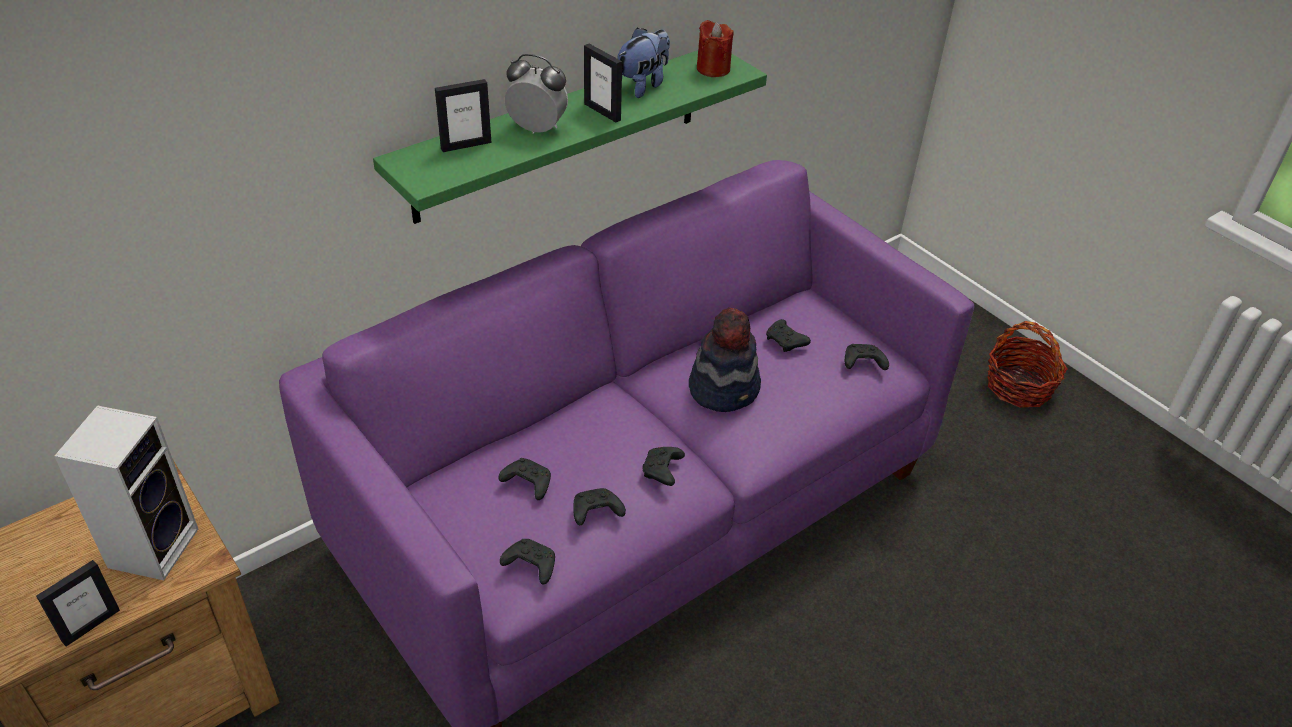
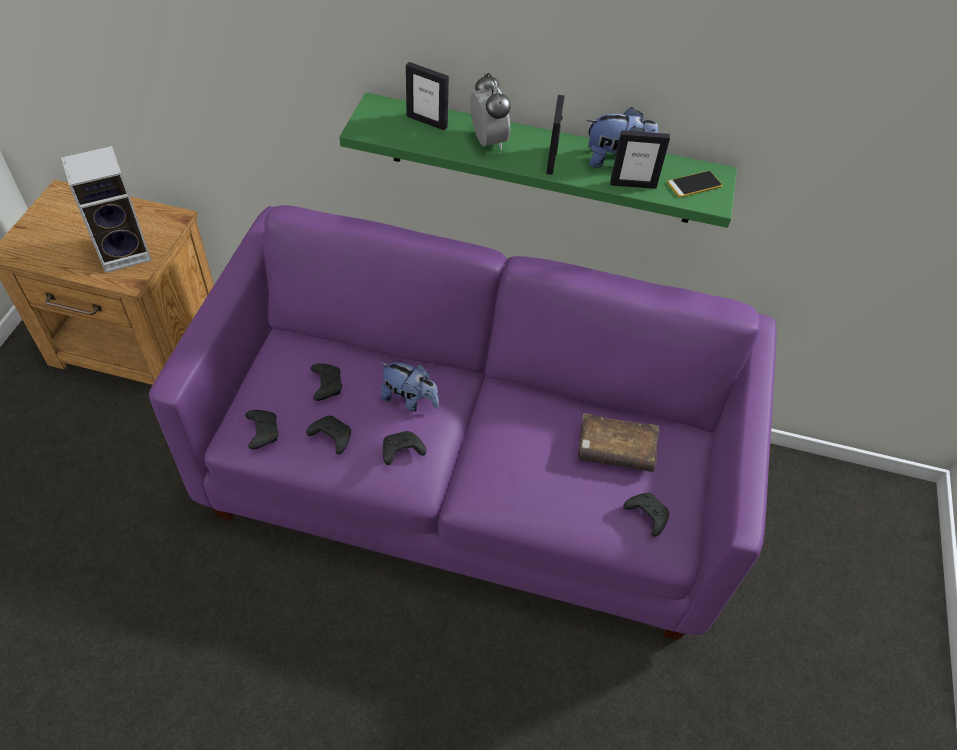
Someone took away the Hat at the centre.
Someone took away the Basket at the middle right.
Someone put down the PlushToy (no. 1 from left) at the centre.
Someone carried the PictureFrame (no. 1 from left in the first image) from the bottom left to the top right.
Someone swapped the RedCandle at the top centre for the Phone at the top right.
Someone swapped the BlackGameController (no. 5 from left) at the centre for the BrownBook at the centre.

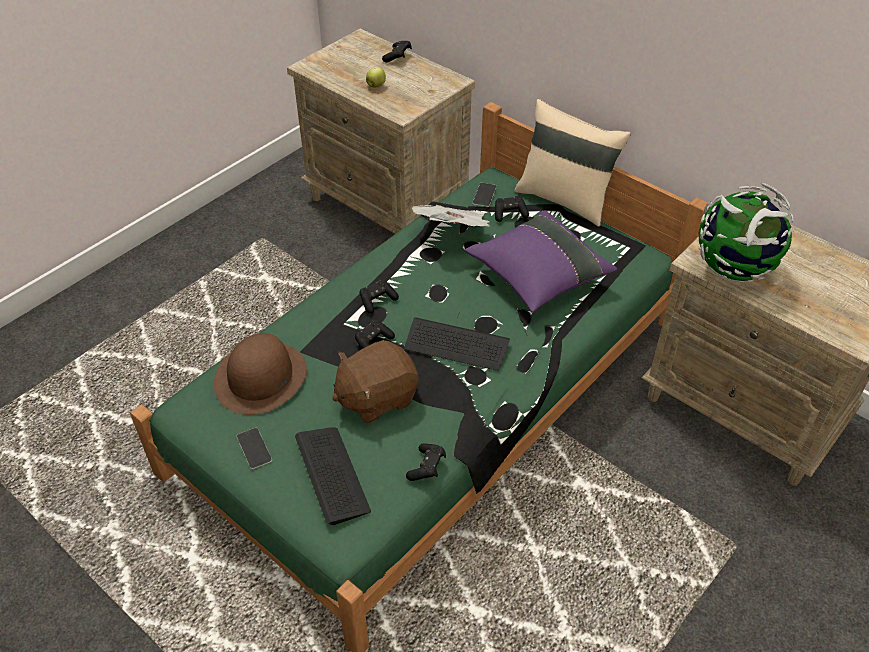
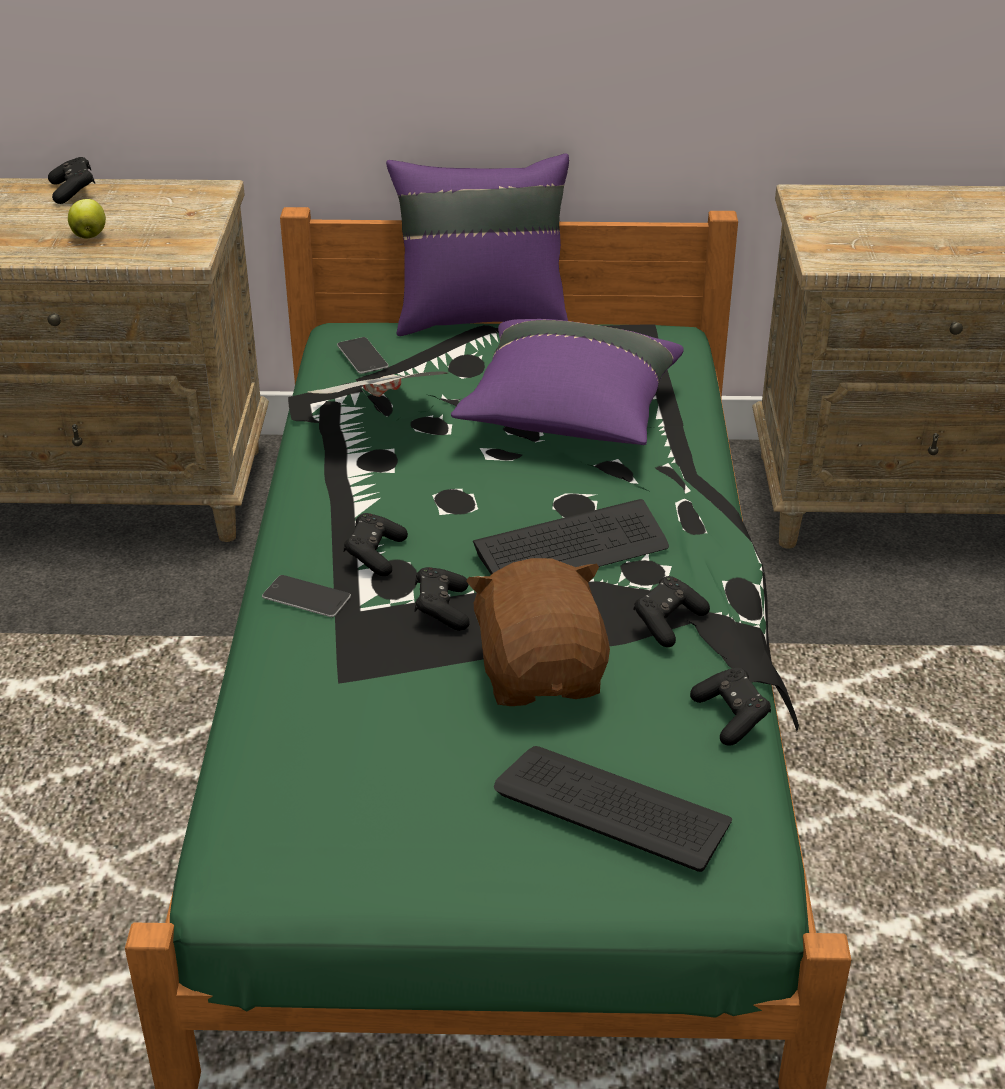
Someone took away the BrownHat at the middle left.
Someone took away the Globe at the middle right.
Someone carried the Phone (no. 1 from left) from the bottom left to the middle left.
Someone carried the BlackGameController (no. 5 from left in the first image) from the top centre to the middle right.
Someone repainted the BeigePillow at the top centre, which became the PurplePillow (no. 1 from left) at the top centre.
Someone rotated the BrownPlushToy at the centre by 150 degrees clockwise.

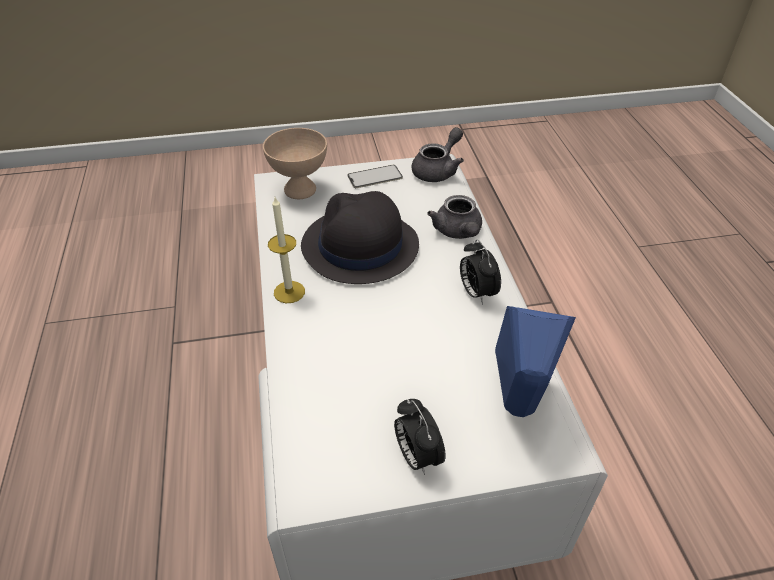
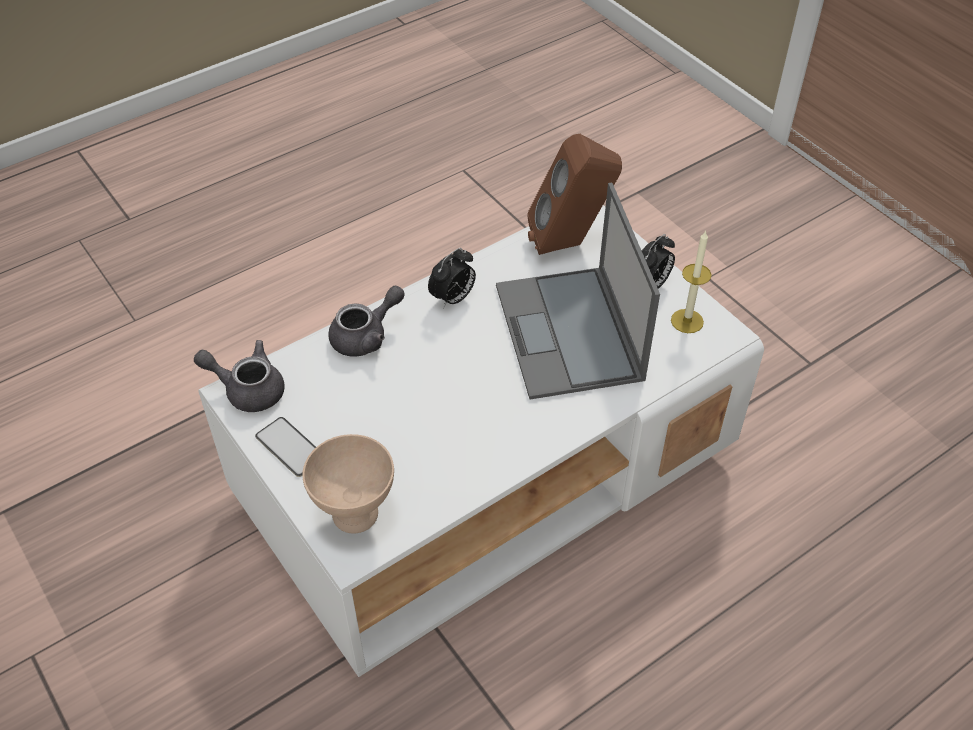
Someone took away the BlackHat at the centre.
Someone put down the Laptop at the centre.
Someone carried the Candle from the centre to the middle right.
Someone repainted the BlueSpeaker at the middle right, which became the BrownSpeaker at the top centre.

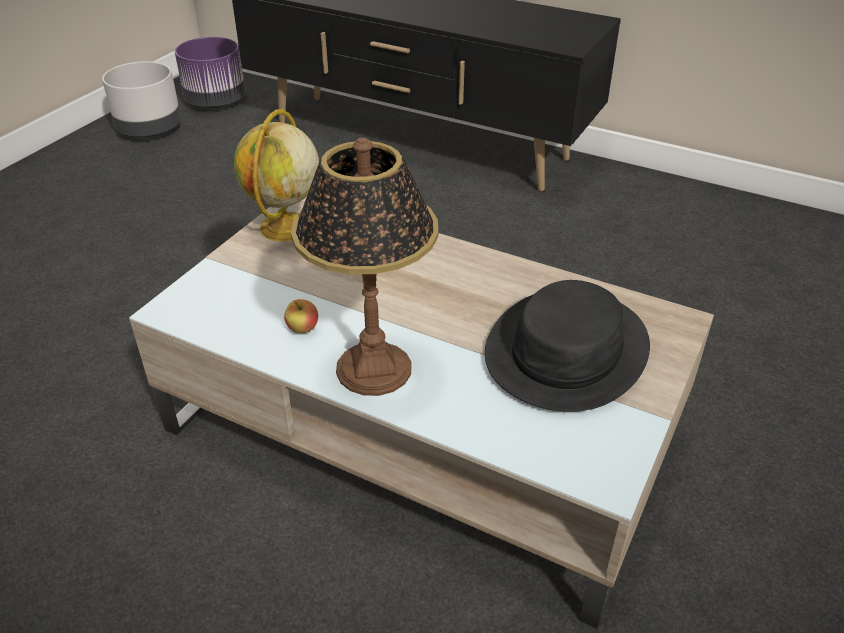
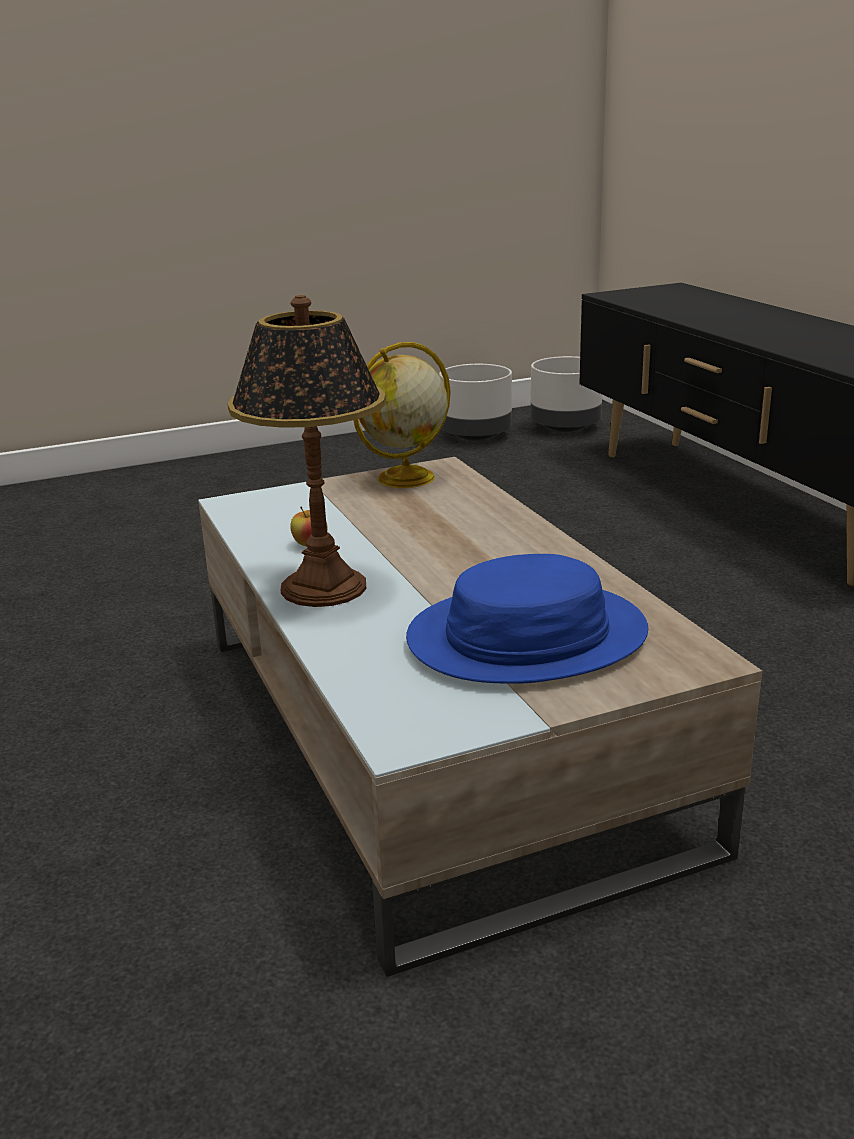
Someone repainted the PurplePlanter at the top left, which became the GreyPlanter (no. 2 from left) at the centre.
Someone repainted the BlackHat at the middle right, which became the BlueHat at the centre.

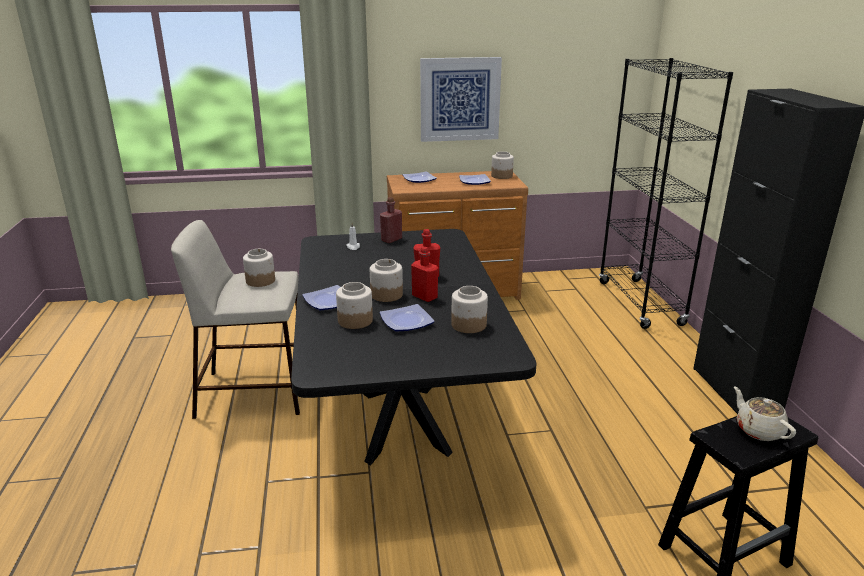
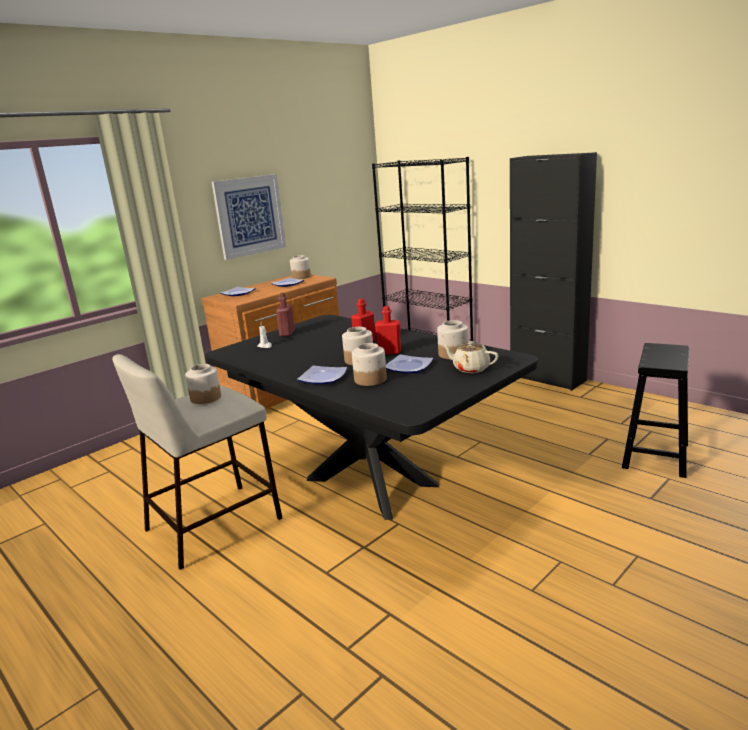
Someone carried the BeigeTeapot from the bottom right to the centre.

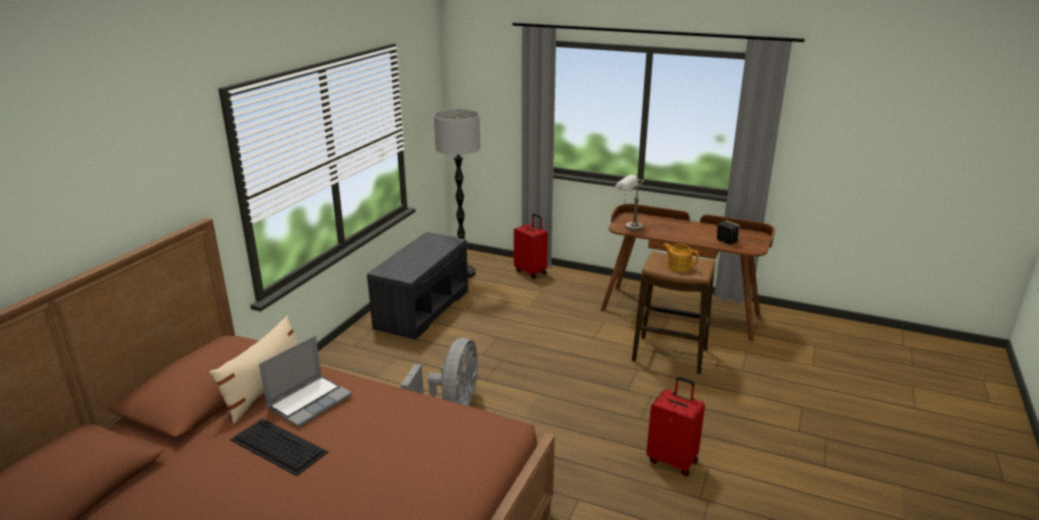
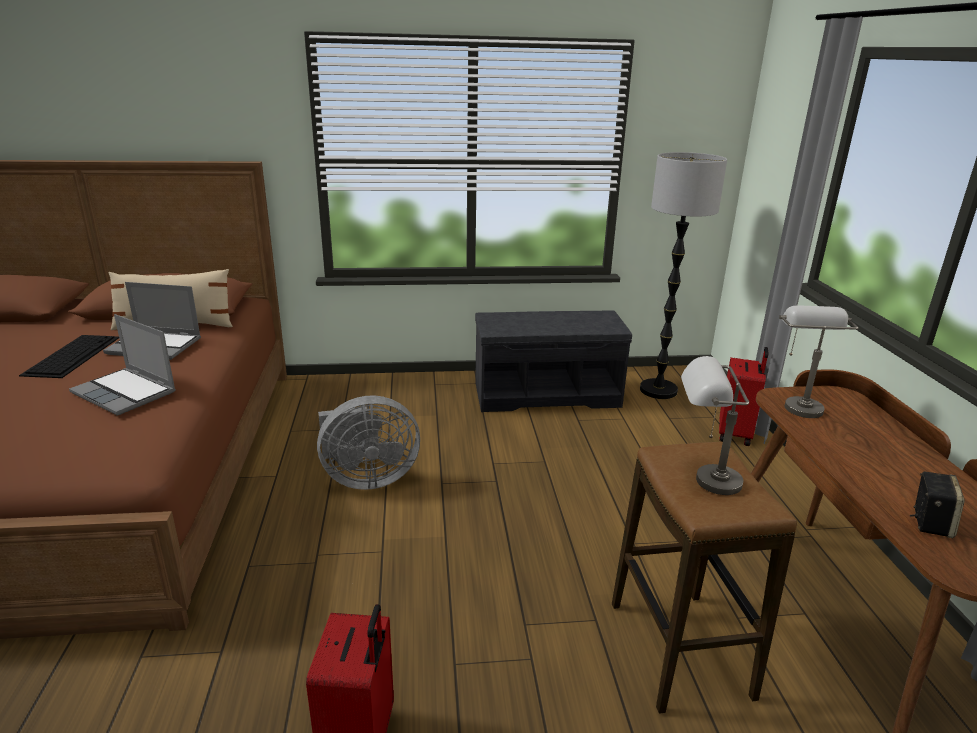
Someone put down the Laptop (no. 1 from left) at the middle left.
Someone swapped the Teapot at the centre for the GreyTableLamp (no. 1 from left) at the middle right.

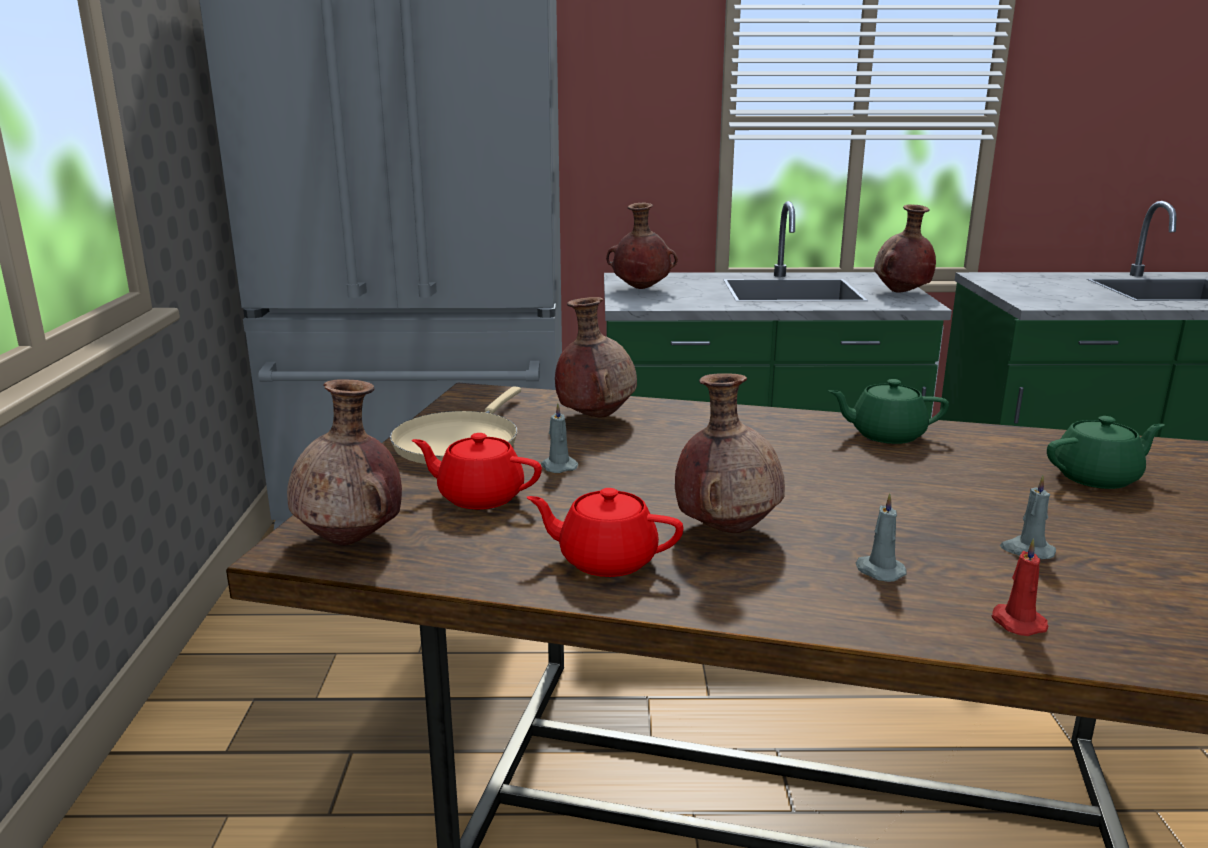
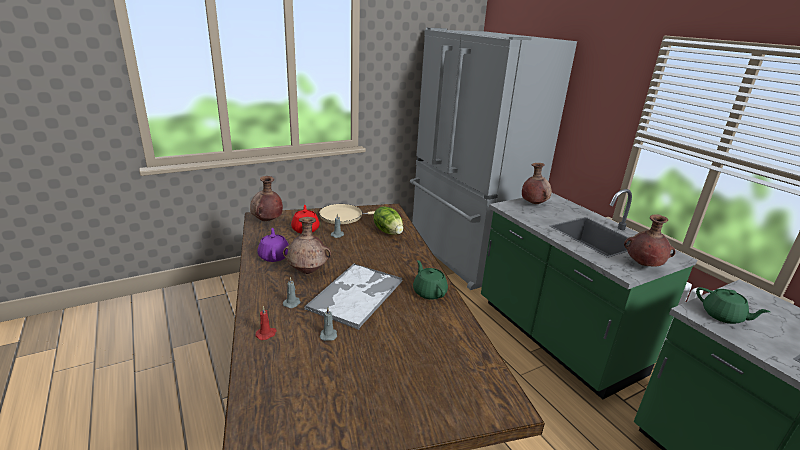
Someone put down the Tray at the centre.
Someone carried the GreenTeapot (no. 2 from left) from the middle right to the bottom right.
Someone swapped the BrownVase (no. 2 from left) at the centre for the Lettuce at the centre.
Someone repainted the RedTeapot (no. 2 from left) at the centre, which became the PurpleTeapot at the centre.

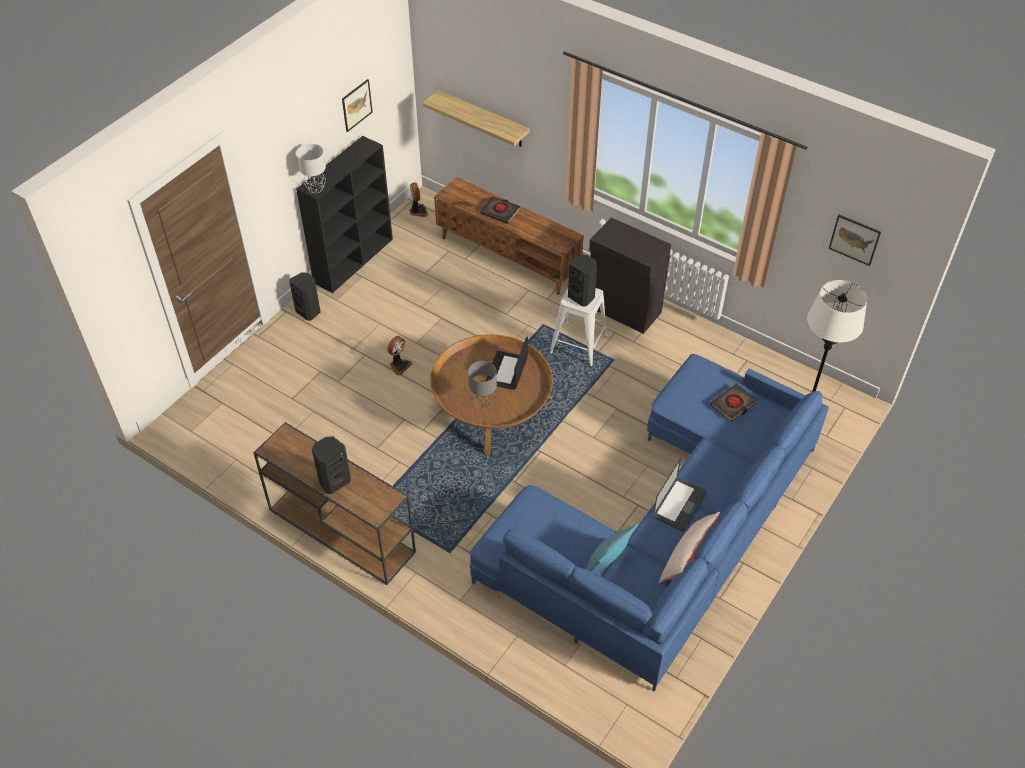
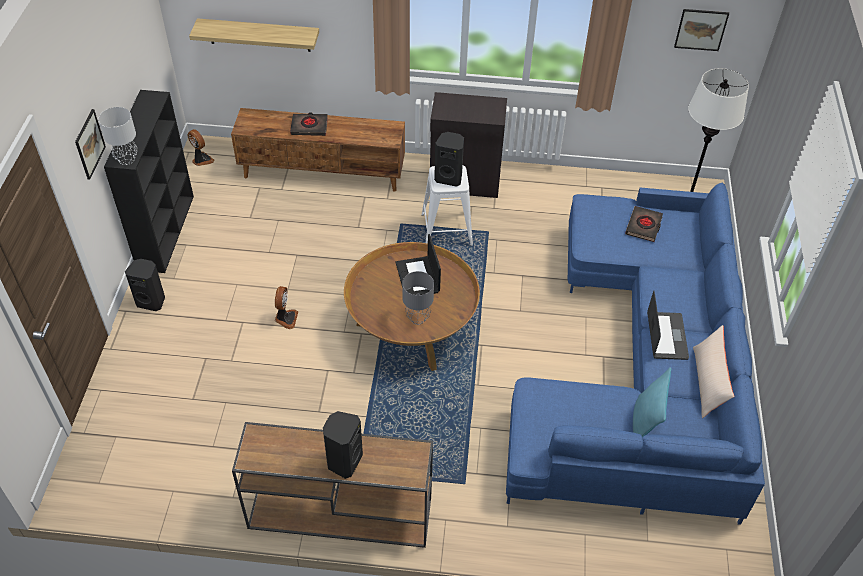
Someone carried the Picture (no. 1 from left) from the top centre to the top left.

